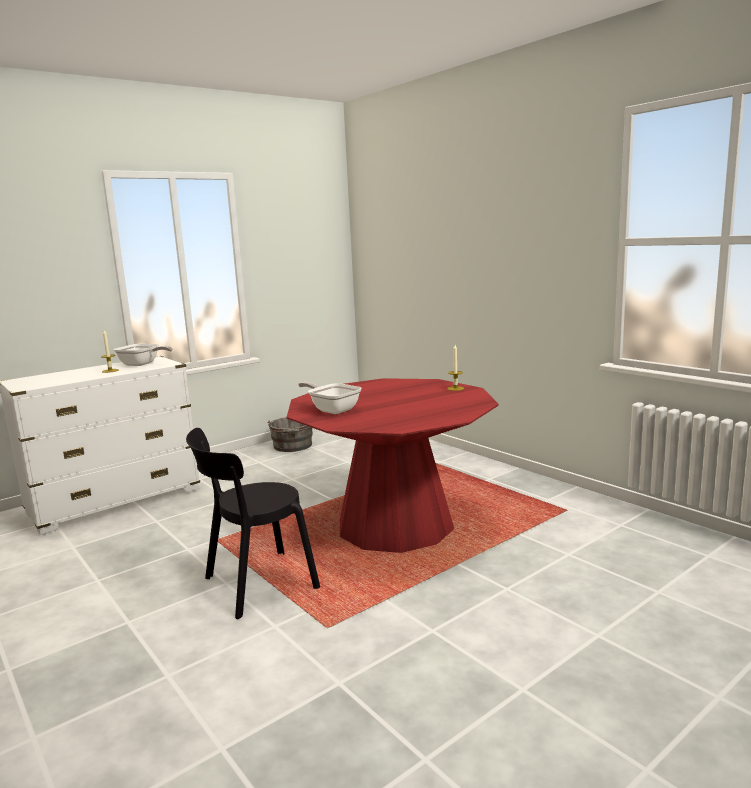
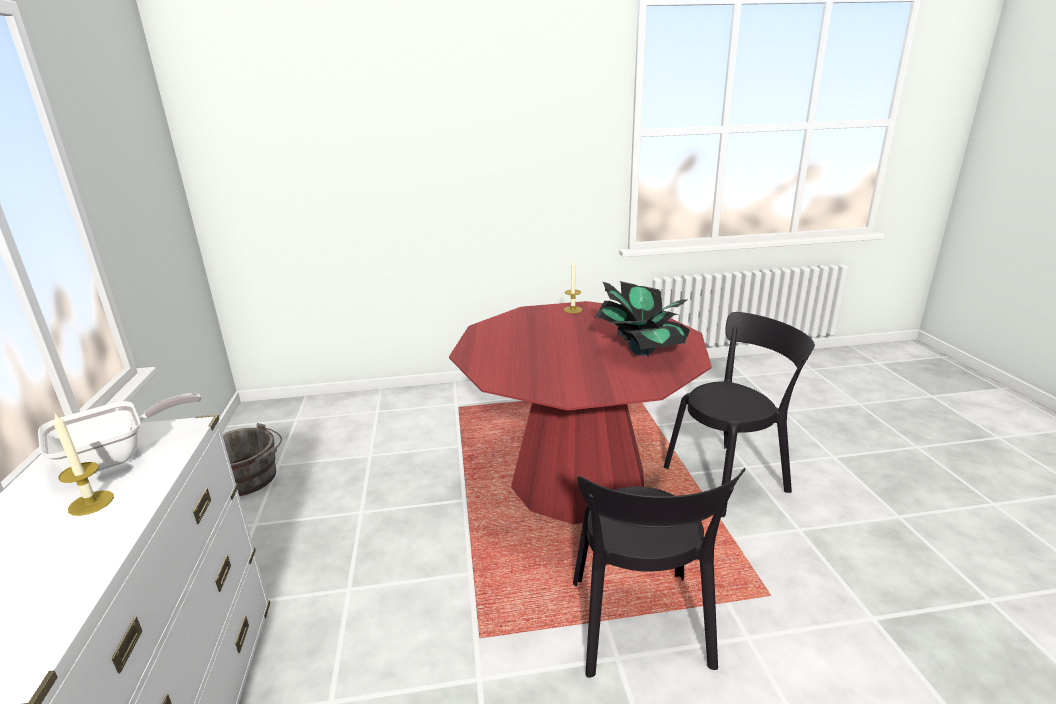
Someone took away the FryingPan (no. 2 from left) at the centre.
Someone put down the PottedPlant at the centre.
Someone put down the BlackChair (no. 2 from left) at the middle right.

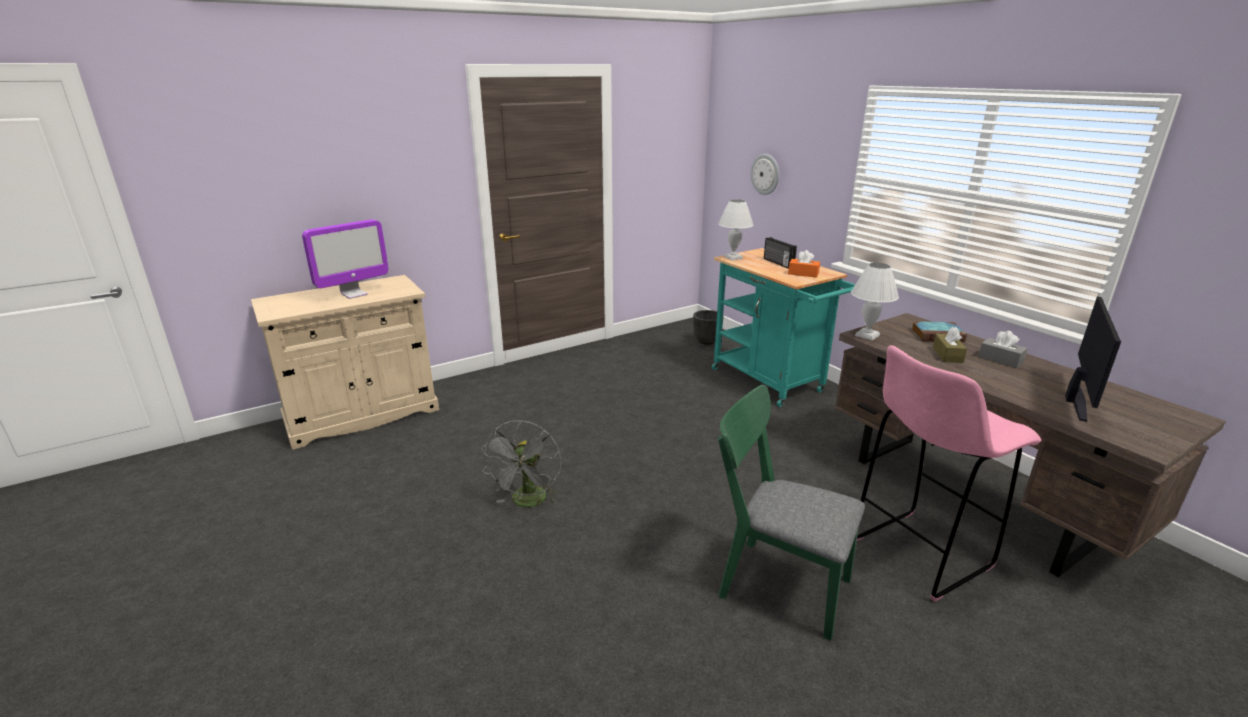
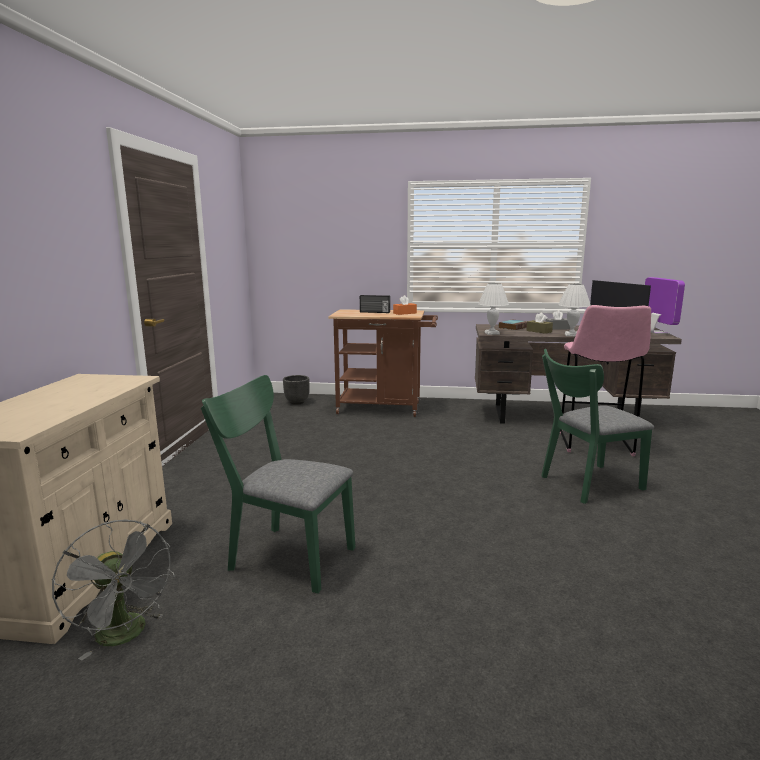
Someone took away the WallClock at the top centre.
Someone put down the GreenChair (no. 1 from left) at the centre.
Someone carried the Monitor (no. 1 from left in the first image) from the middle left to the middle right.
Someone carried the GreyFan from the centre to the bottom left.
Someone carried the WhiteTableLamp (no. 1 from left in the first image) from the top centre to the middle right.
Someone repainted the TurquoiseCart at the centre, which became the BrownCart at the centre.

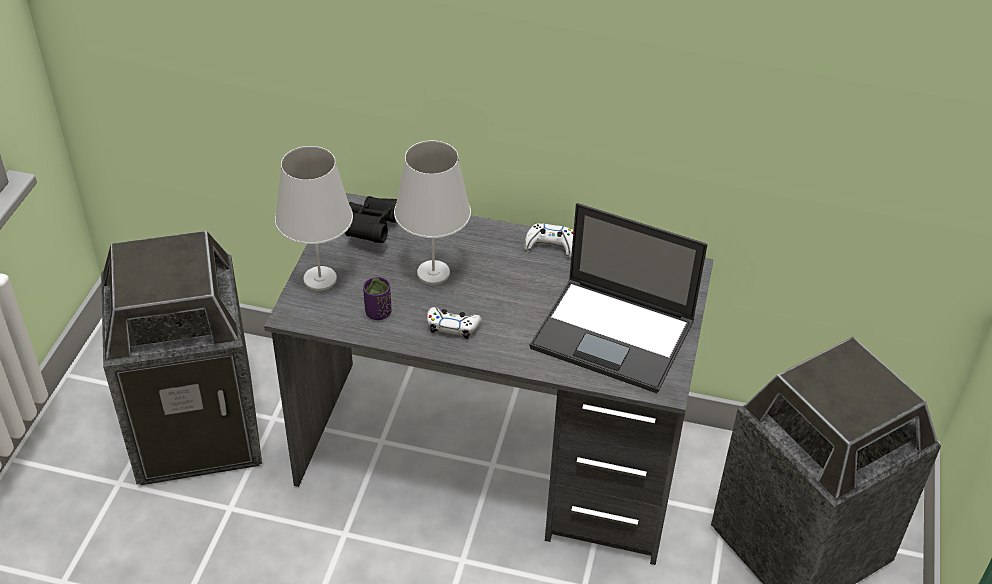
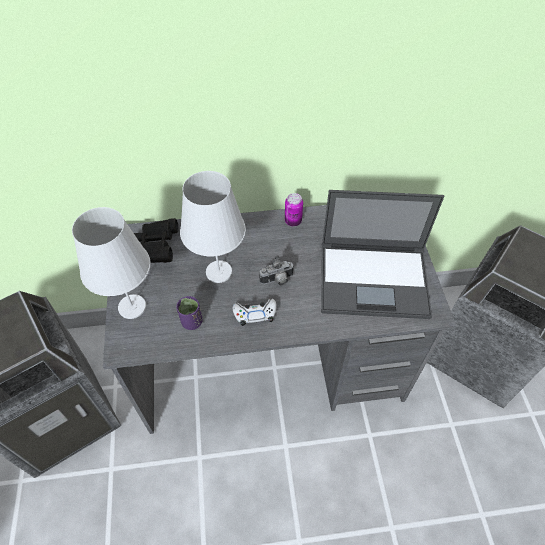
Someone put down the PhotoCamera at the centre.
Someone swapped the WhiteGameController (no. 2 from left) at the centre for the Can at the centre.

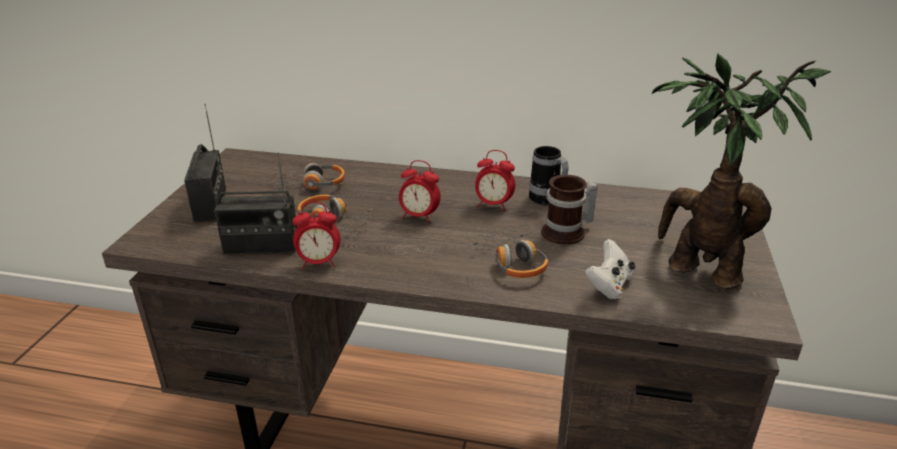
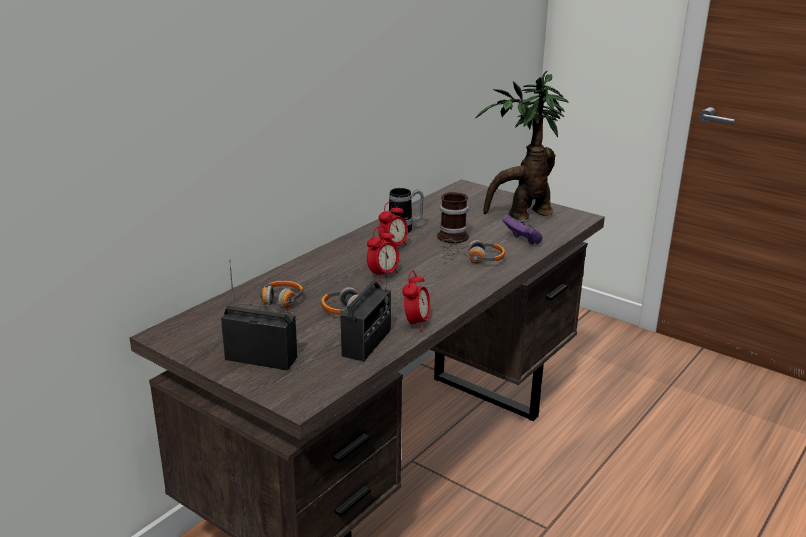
Someone repainted the WhiteGameController at the middle right, which became the PurpleGameController at the centre.

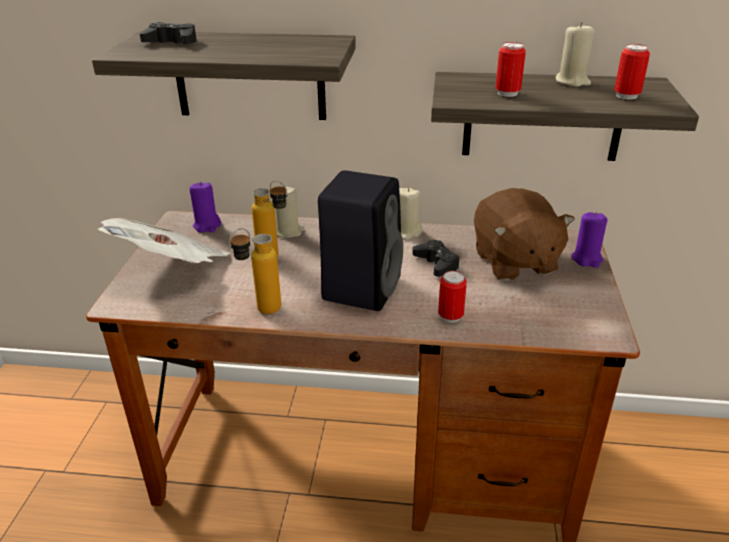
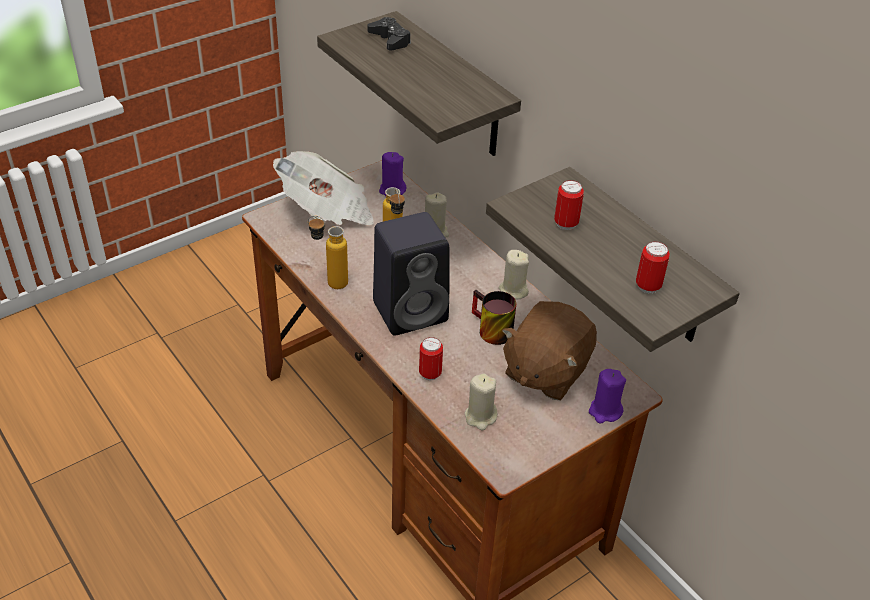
Someone carried the BeigeCandle (no. 3 from left in the first image) from the top right to the bottom centre.
Someone swapped the BlackGameController (no. 2 from left) at the centre for the Mug at the centre.

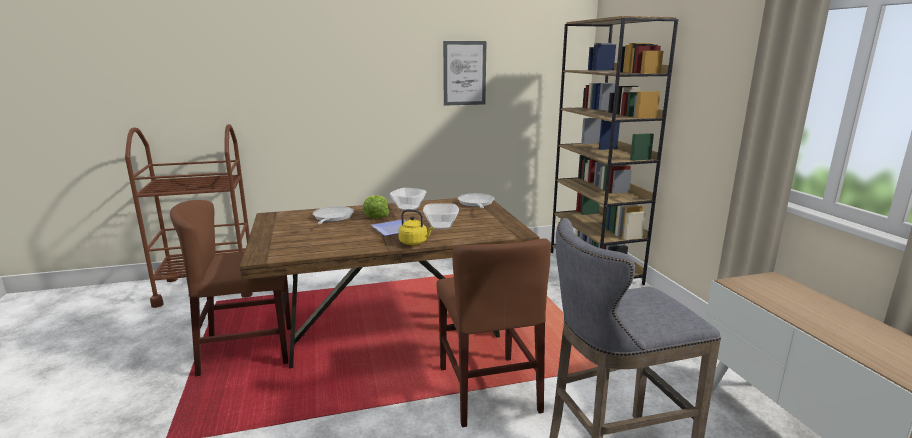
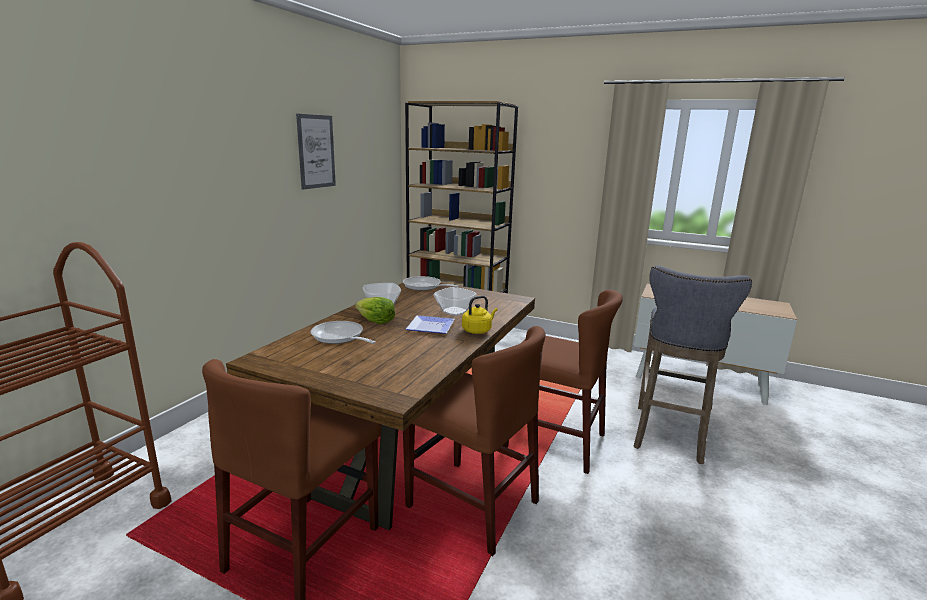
Someone put down the BrownChair (no. 2 from left) at the bottom centre.

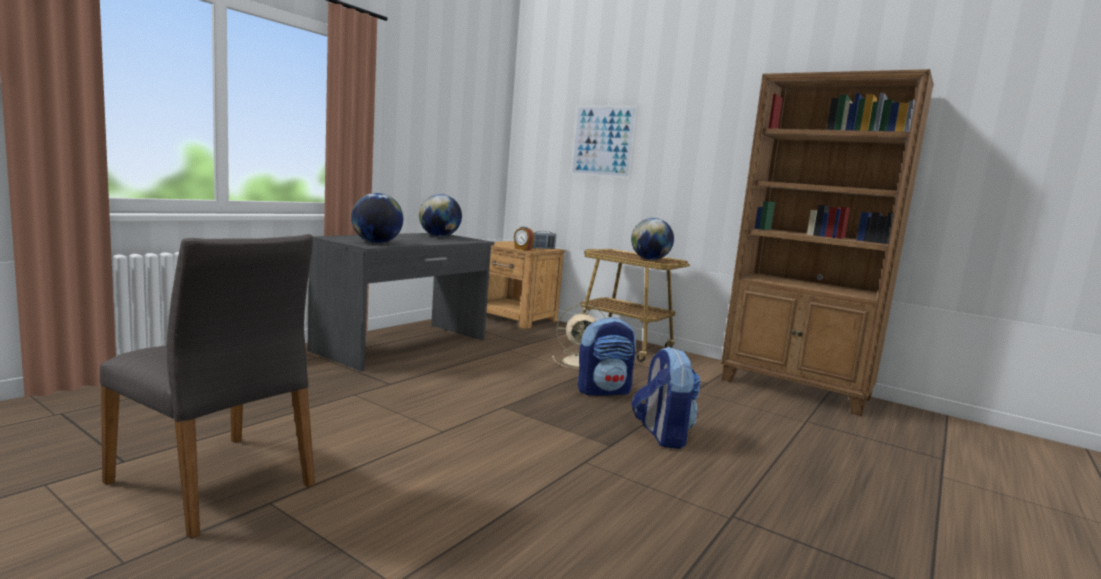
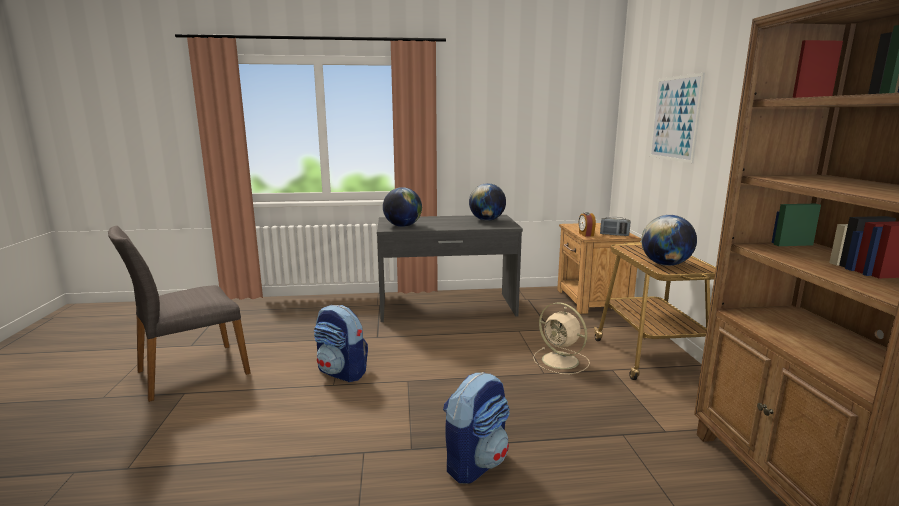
Someone carried the Backpack (no. 1 from left) from the centre to the bottom centre.
Someone rotated the GreyChair at the bottom left by 60 degrees clockwise.

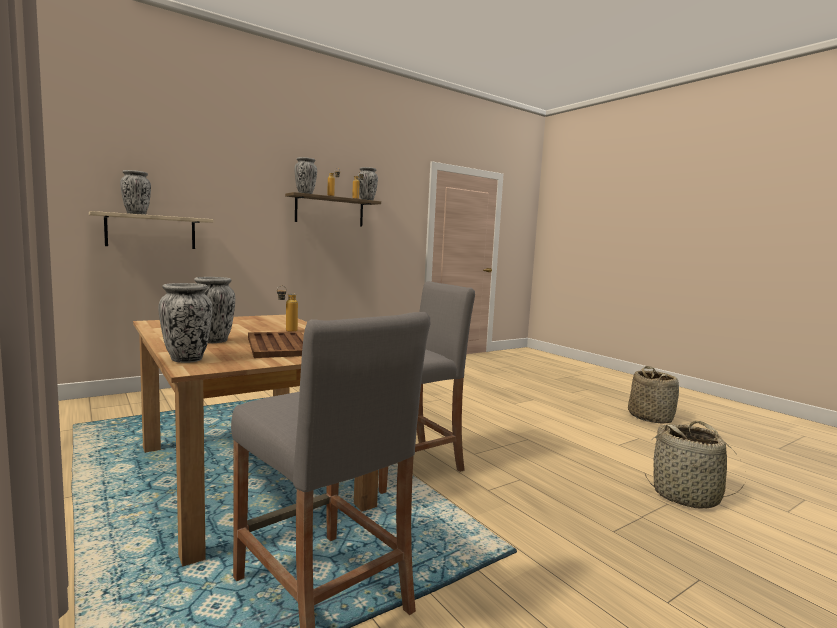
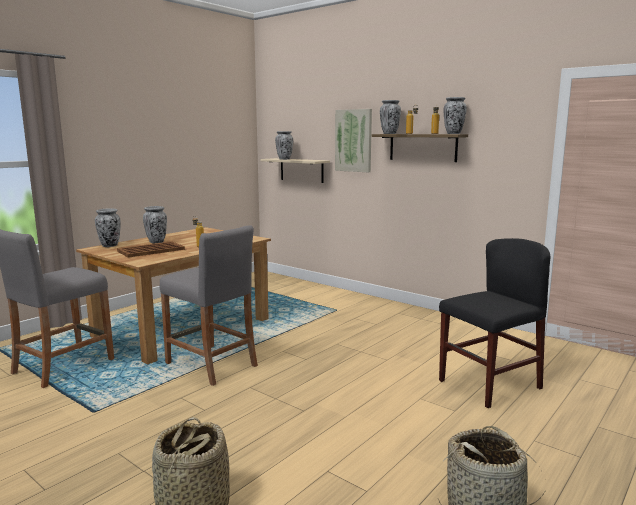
Someone put up the Picture at the top centre.
Someone put down the BlackChair at the middle right.

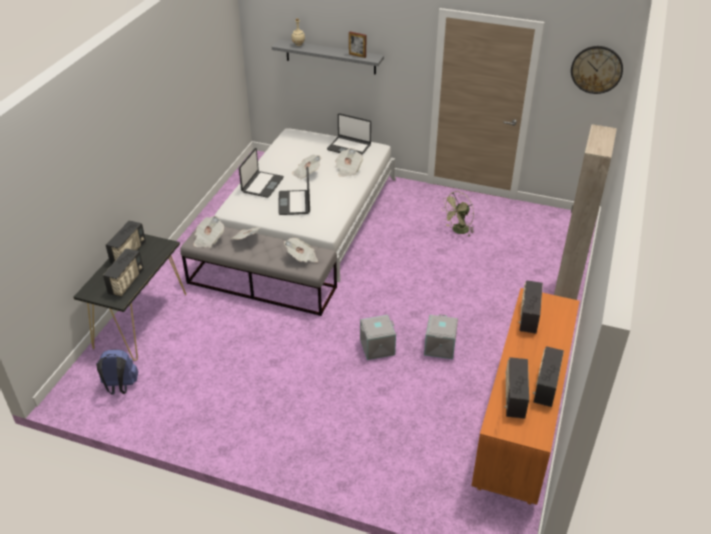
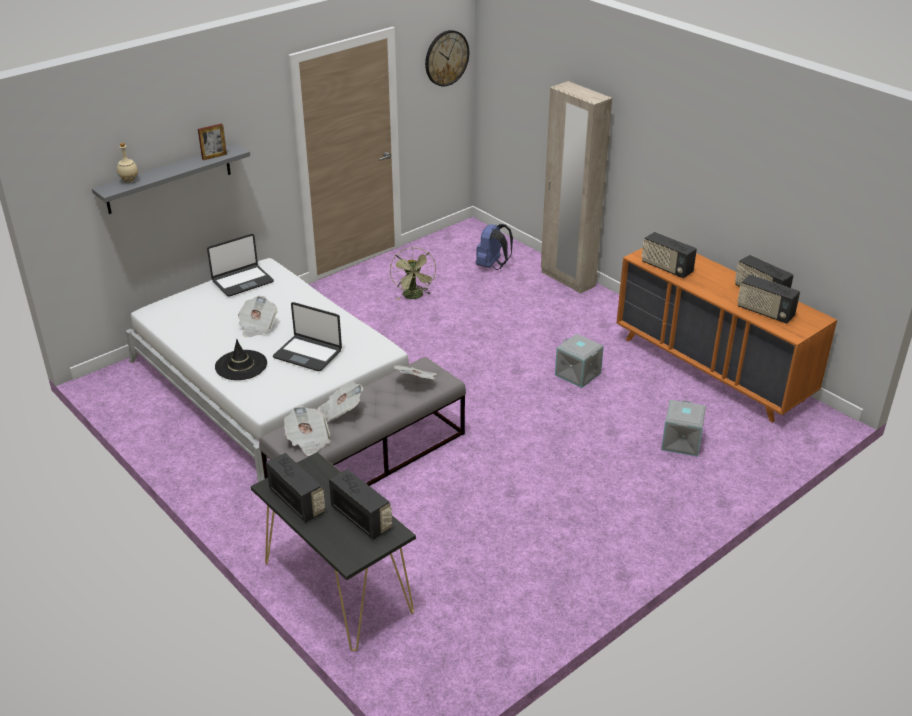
Someone took away the Newspaper (no. 5 from left) at the top centre.
Someone carried the BlueBackpack from the bottom left to the centre.
Someone carried the GreyStorageBox (no. 1 from left in the first image) from the centre to the middle right.
Someone swapped the Laptop (no. 1 from left) at the top centre for the BlackHat at the middle left.

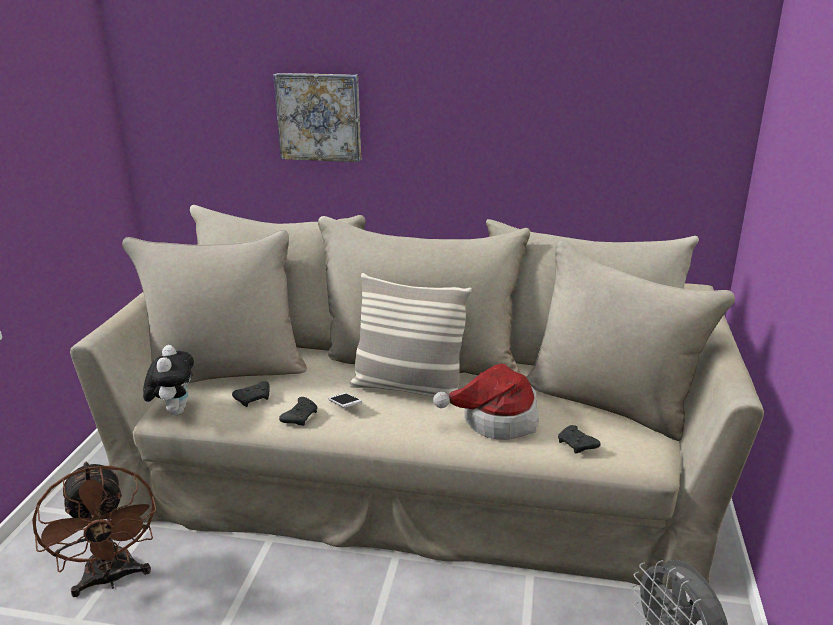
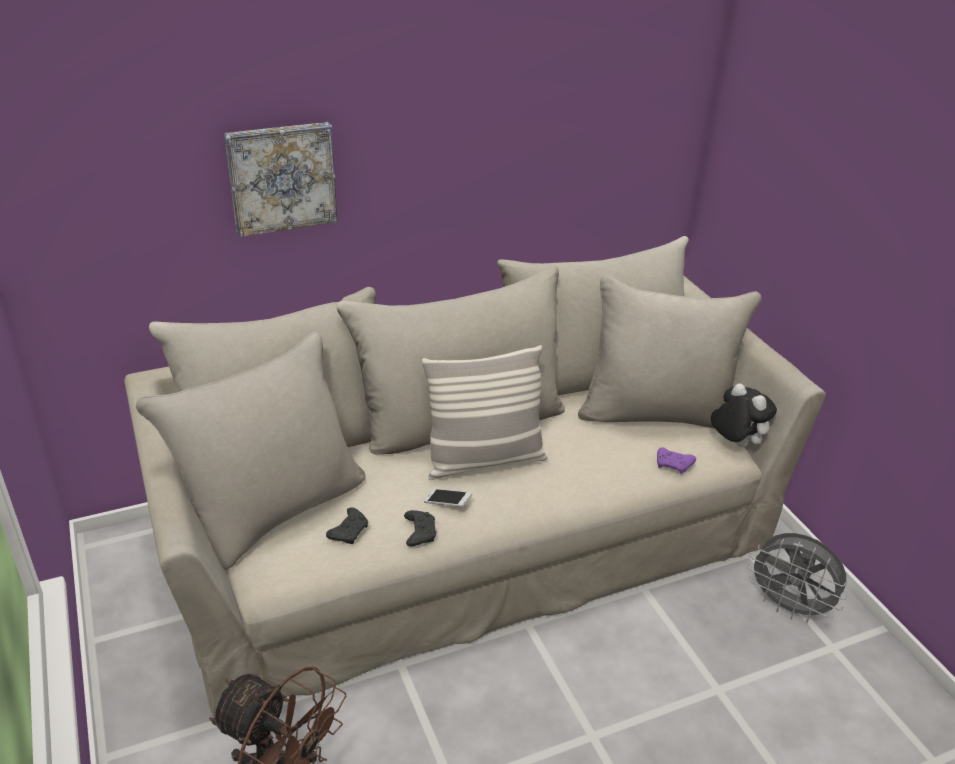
Someone took away the Hat at the centre.
Someone carried the PlushToy from the middle left to the middle right.
Someone repainted the BlackGameController (no. 3 from left) at the bottom right, which became the PurpleGameController at the middle right.

